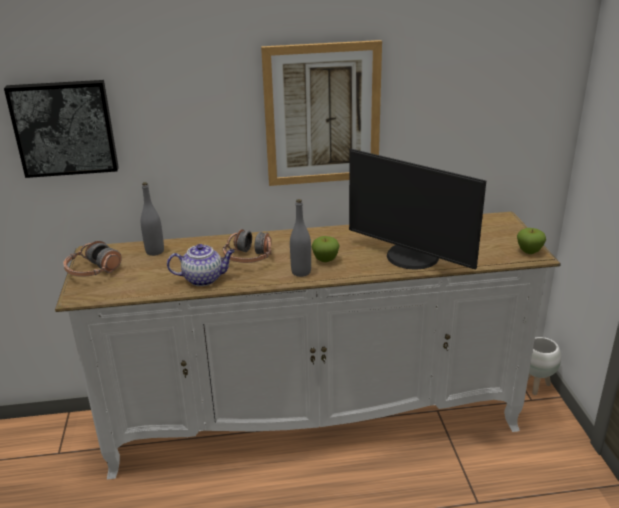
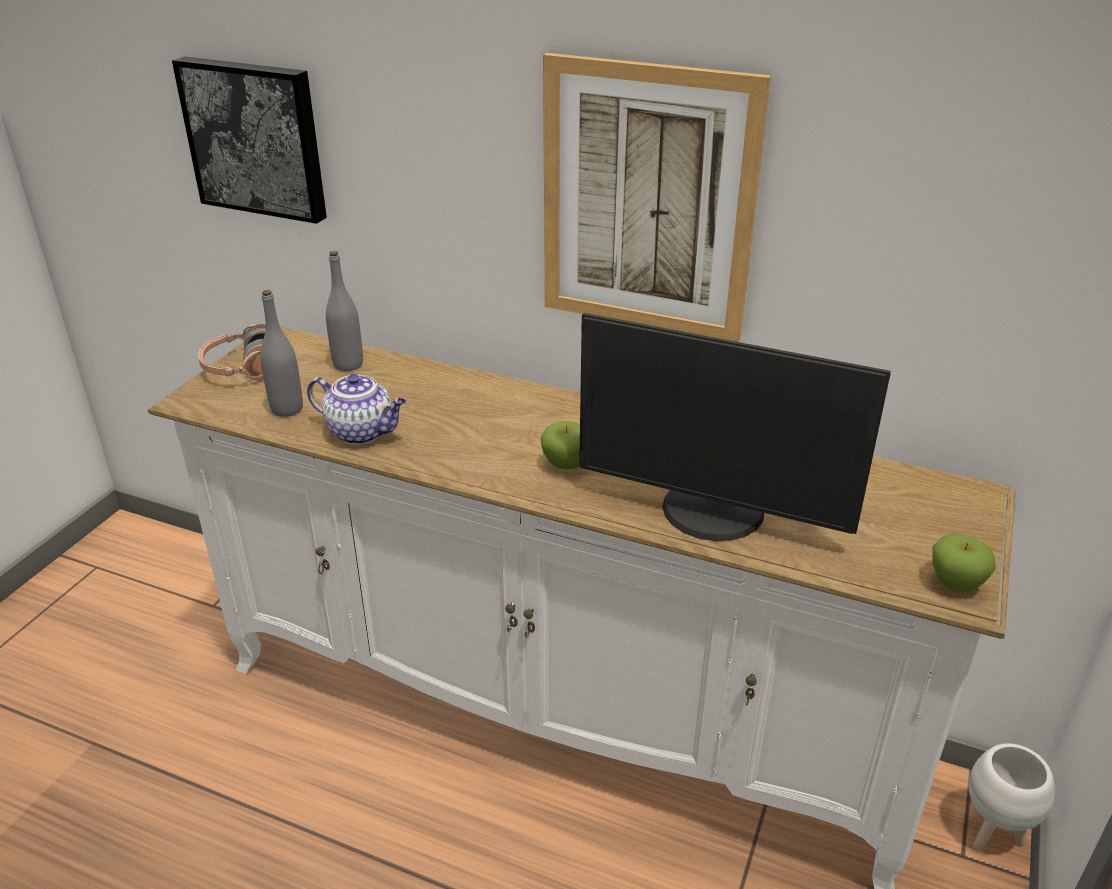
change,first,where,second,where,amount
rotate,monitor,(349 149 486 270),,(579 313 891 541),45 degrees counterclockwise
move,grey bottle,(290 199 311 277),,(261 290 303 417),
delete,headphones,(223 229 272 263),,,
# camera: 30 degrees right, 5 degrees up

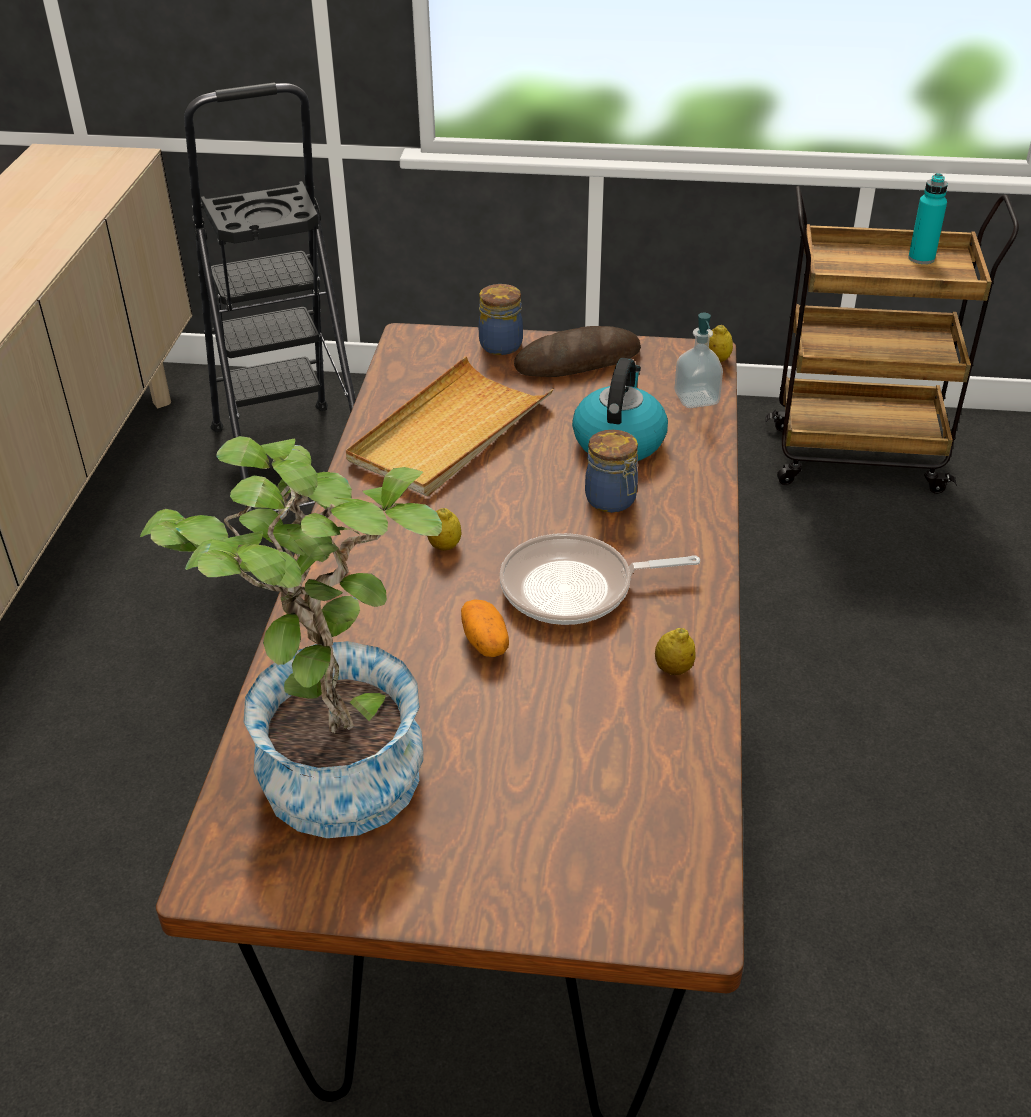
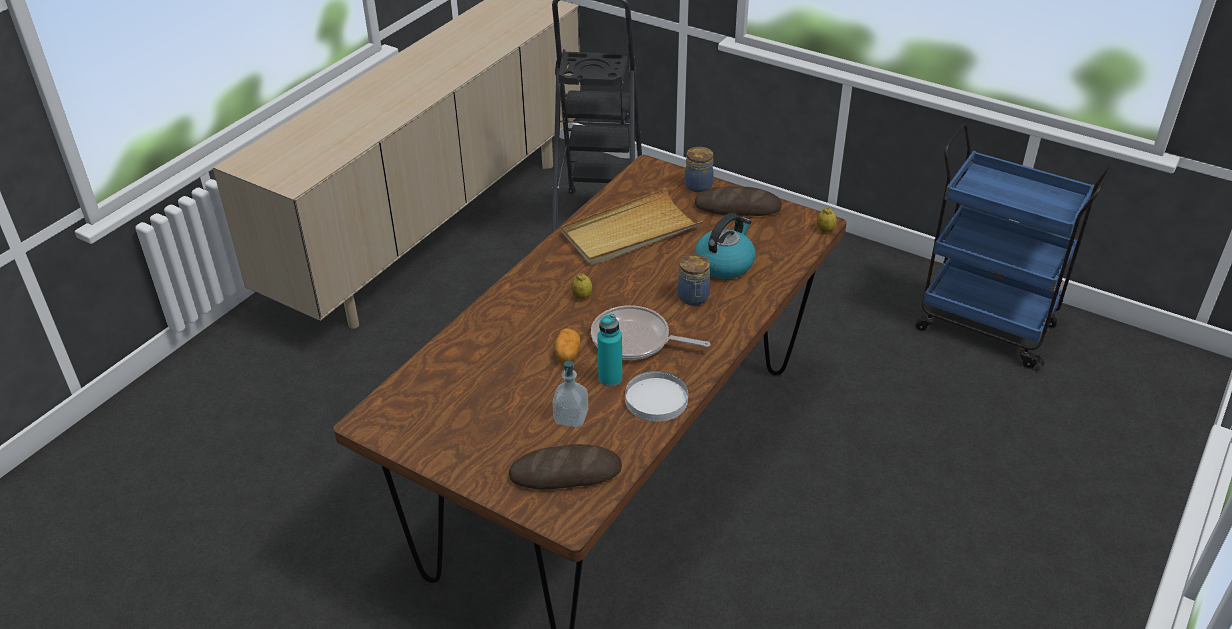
change,first,where,second,where,amount
move,turquoise bottle,(908 173 948 264),,(597 314 622 387),
recolor,brown cart,(766 186 1019 494),blue cart,(916 123 1114 369),
move,soap dispenser,(674 313 723 408),,(553 360 588 427),
delete,potted plant,(140 436 442 838),,,
replace,lemon,(655 628 696 675),white plate,(625 371 688 422),
insert,,,bread,(509 444 622 489),
# camera: 25 degrees right, 0 degrees up

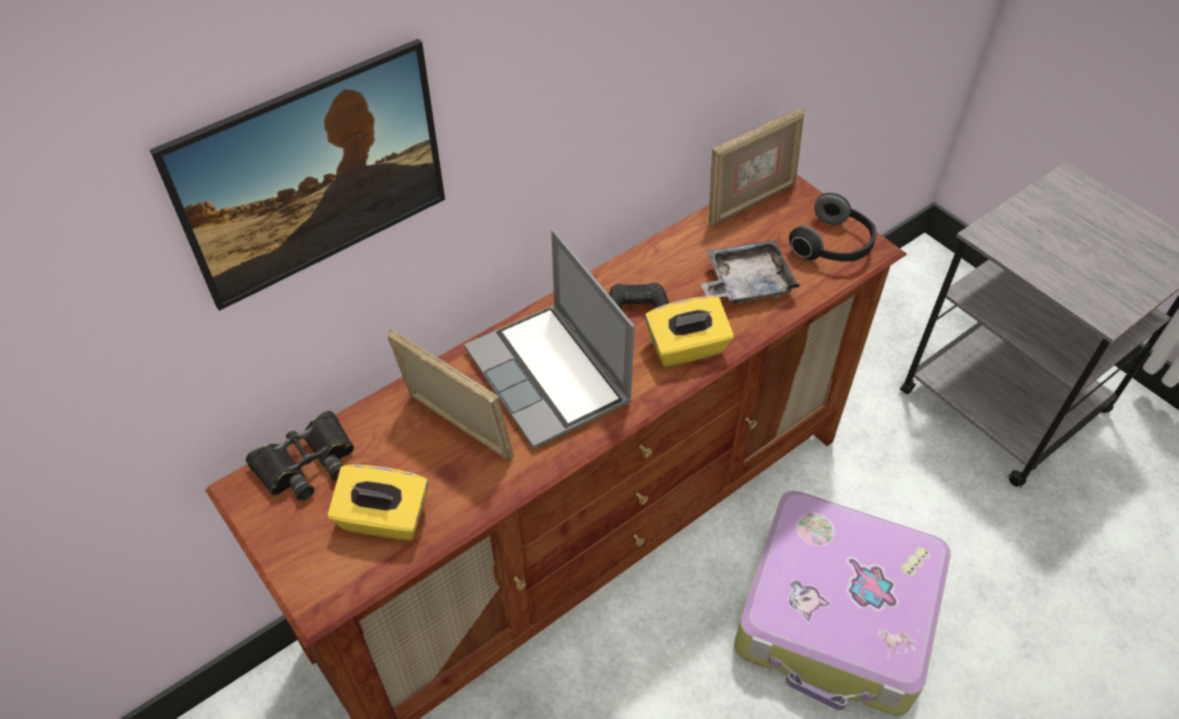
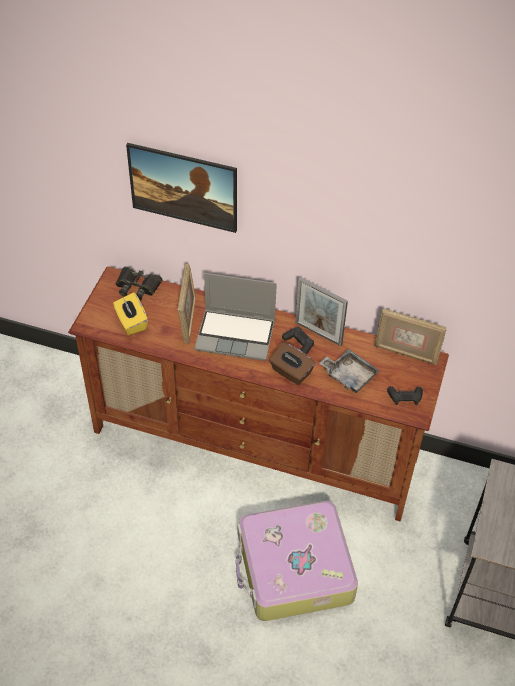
change,first,where,second,where,amount
replace,headphones,(789 193 876 262),black game controller,(387 386 423 405),
rotate,laptop,(464 229 635 449),,(194 273 277 361),105 degrees counterclockwise
recolor,yellow tissue box,(645 296 734 367),brown tissue box,(269 342 315 385),
insert,,,picture frame,(295 277 348 346),
# camera: 55 degrees right, 0 degrees up

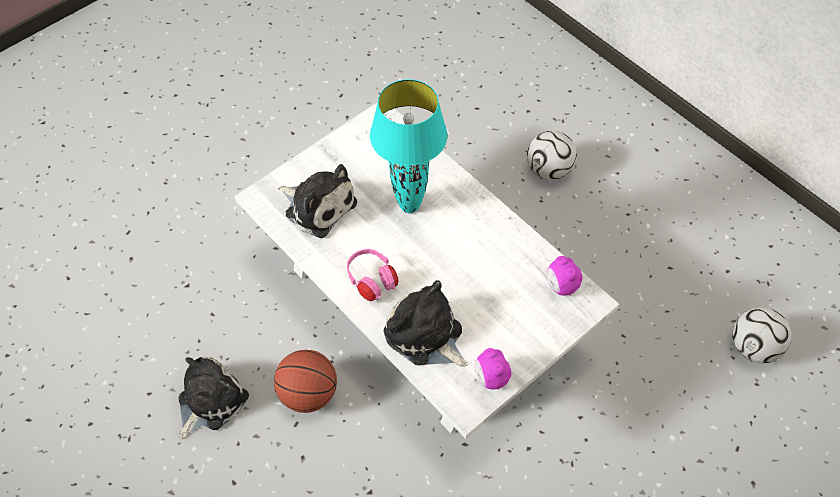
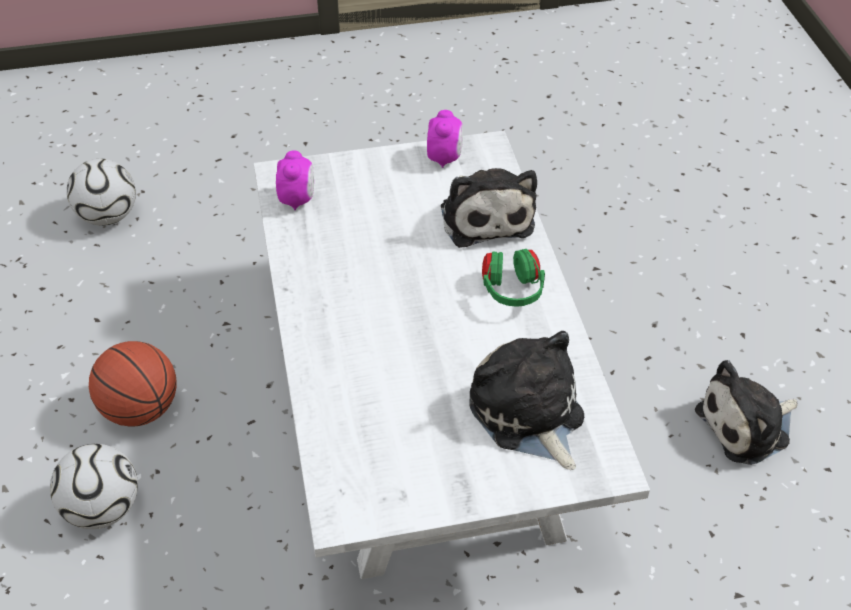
change,first,where,second,where,amount
delete,turquoise table lamp,(370 79 447 213),,,
recolor,pink headphones,(347 249 398 301),green headphones,(482 249 545 307),
move,basketball,(274 350 337 413),,(89 341 177 427),
# camera: 150 degrees left, 10 degrees down

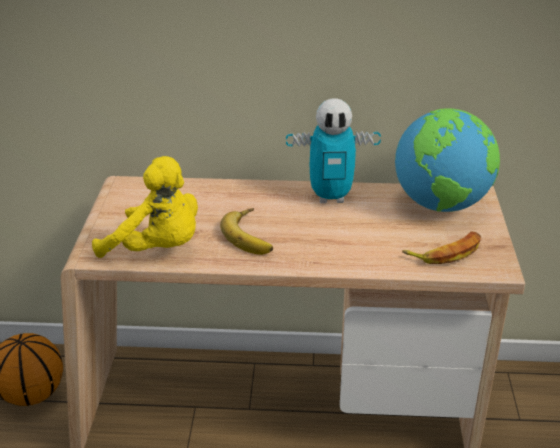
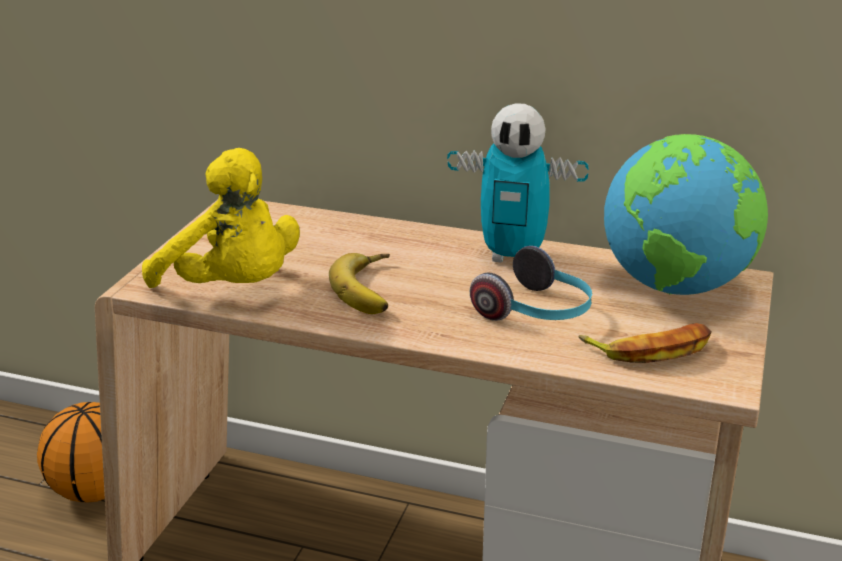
change,first,where,second,where,amount
insert,,,headphones,(470 246 592 321),
# camera: 15 degrees right, 5 degrees down

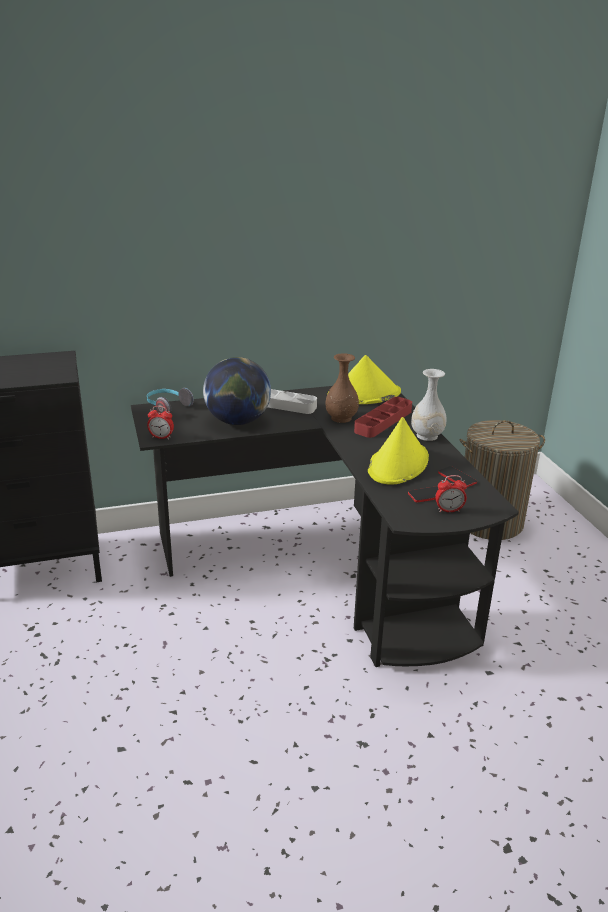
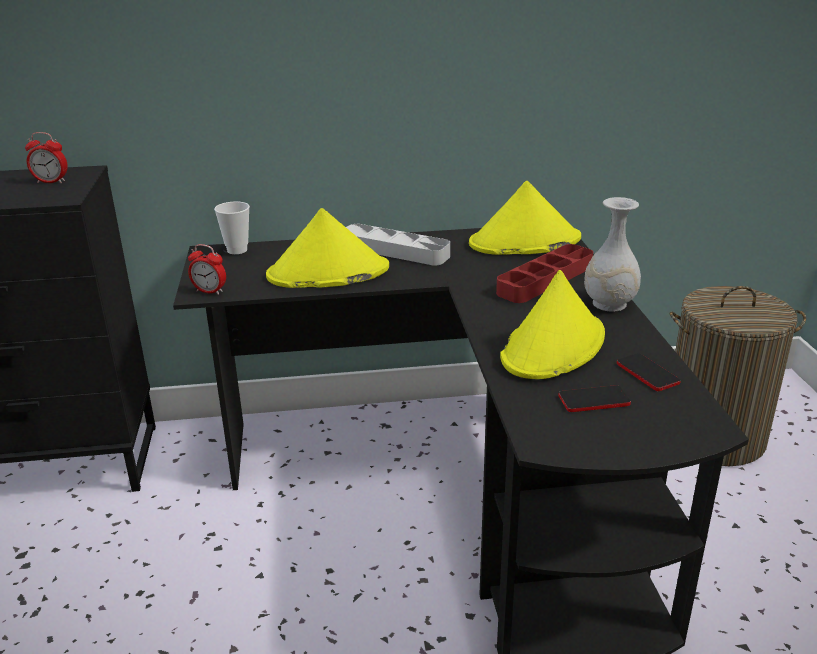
change,first,where,second,where,amount
delete,brown vase,(326 353 359 423),,,
replace,globe,(203 357 271 425),yellow hat,(266 208 389 288),
replace,headphones,(147 388 194 413),cup,(214 201 250 254),
move,alarm clock,(435 475 467 512),,(25 132 68 183),
# camera: 10 degrees right, 0 degrees up

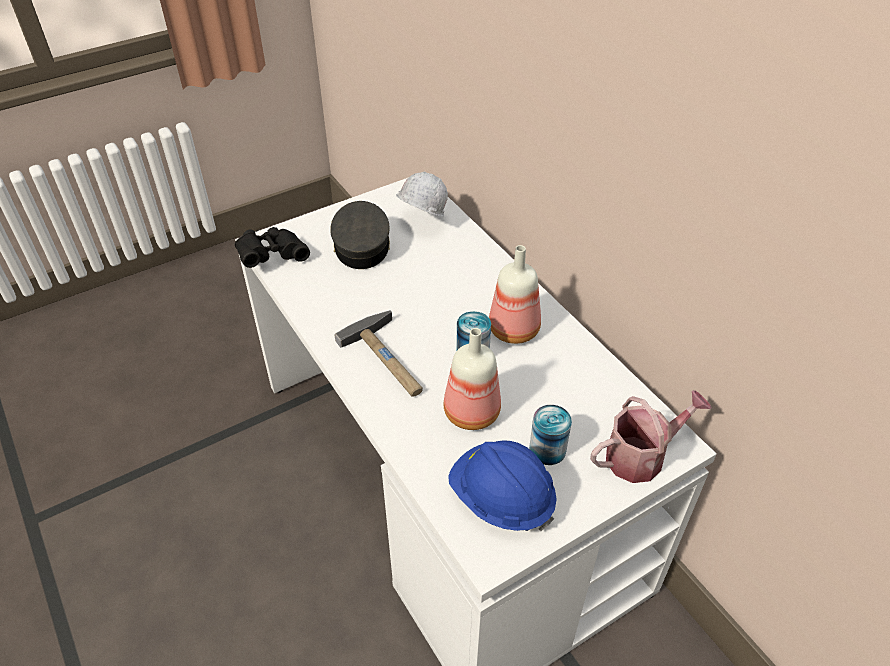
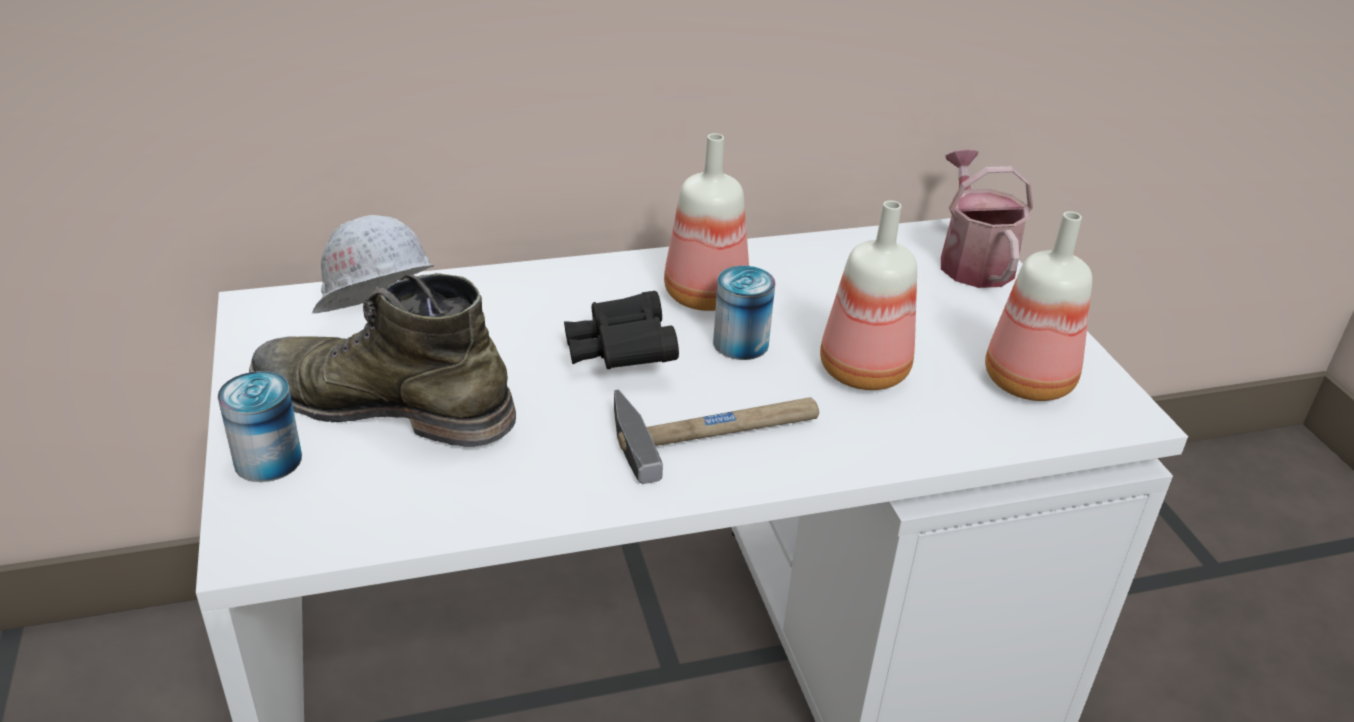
change,first,where,second,where,amount
replace,grey cap,(330 201 390 269),green boot,(249 273 516 447),
move,black binoculars,(235 227 310 268),,(564 291 679 369),
move,can,(529 405 572 465),,(218 371 302 482),
replace,blue hard hat,(448 440 557 531),bottle,(985 211 1092 401),
# camera: 75 degrees left, 10 degrees down

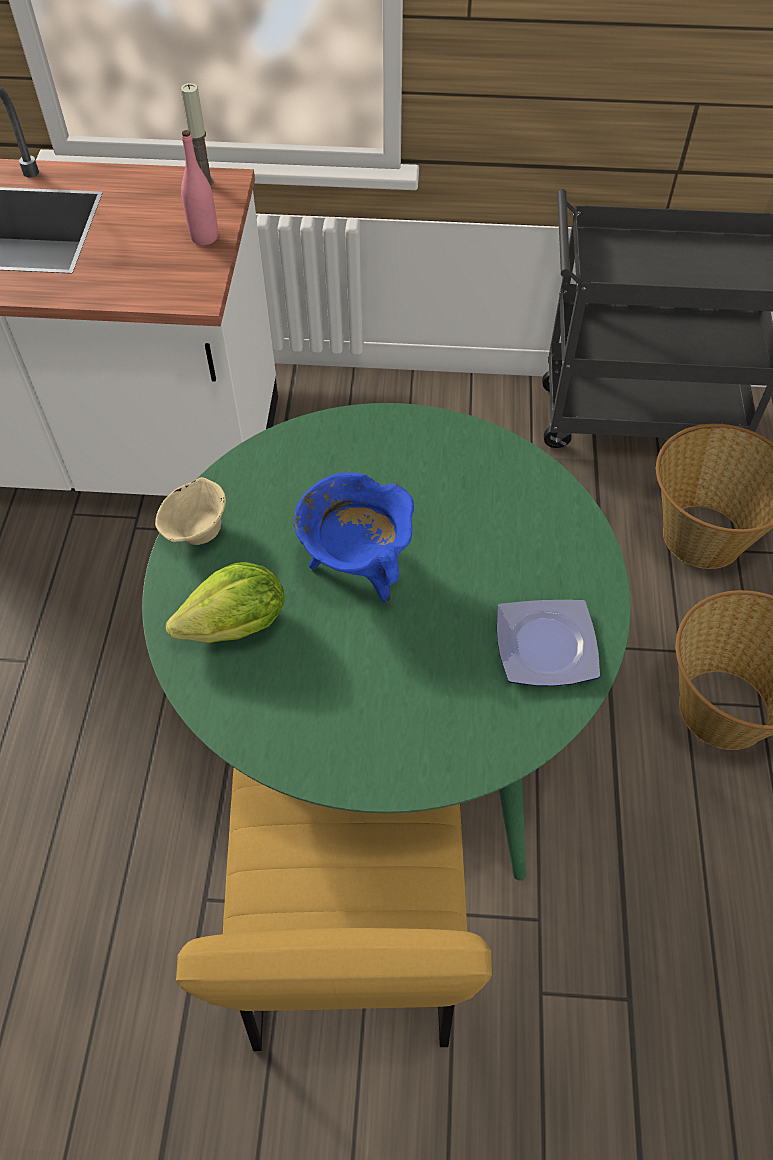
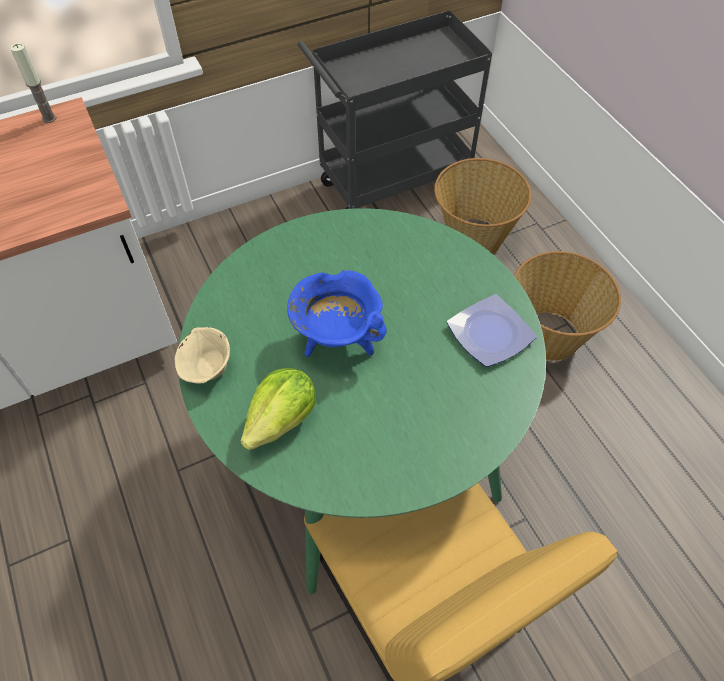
change,first,where,second,where,amount
delete,pink bottle,(181 130 218 245),,,
# camera: 30 degrees left, 0 degrees up

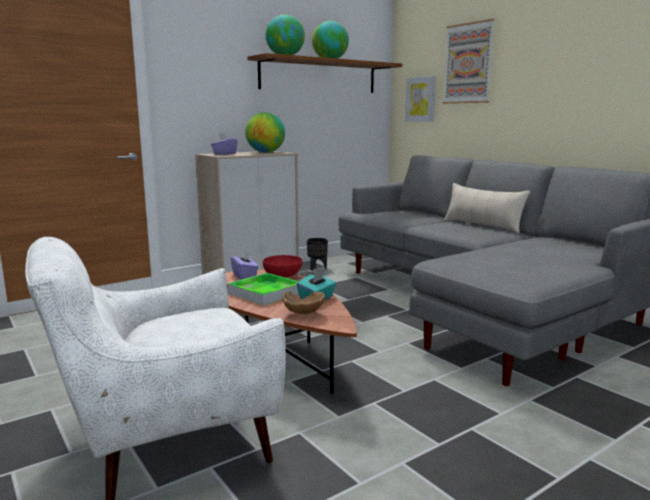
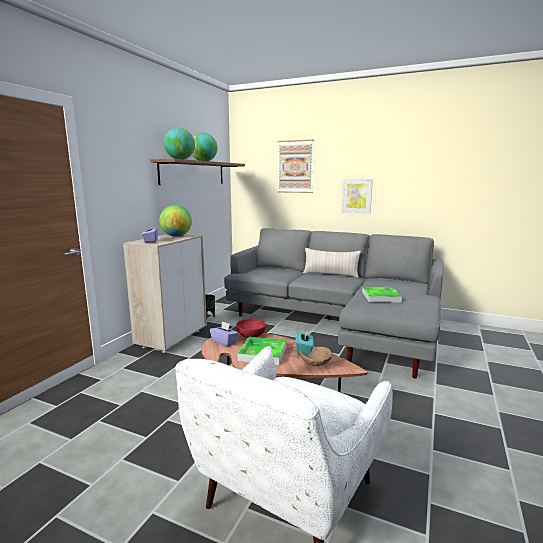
change,first,where,second,where,amount
move,picture,(405 76 436 122),,(342 179 373 213),
insert,,,tray,(362 287 402 303),
# camera: 30 degrees left, 0 degrees up

